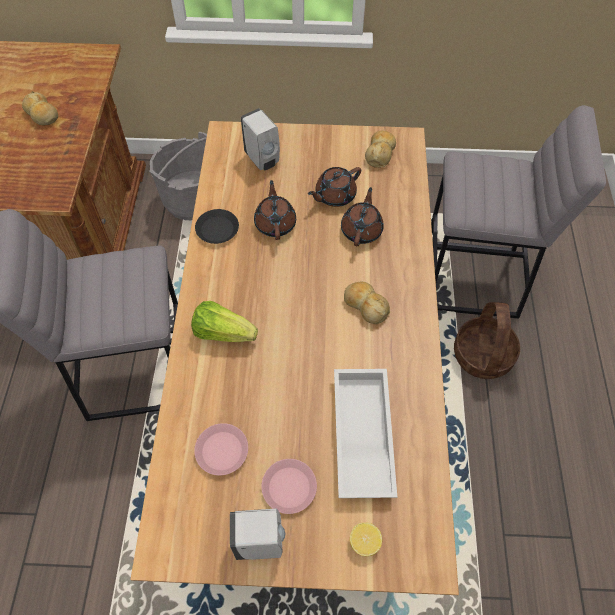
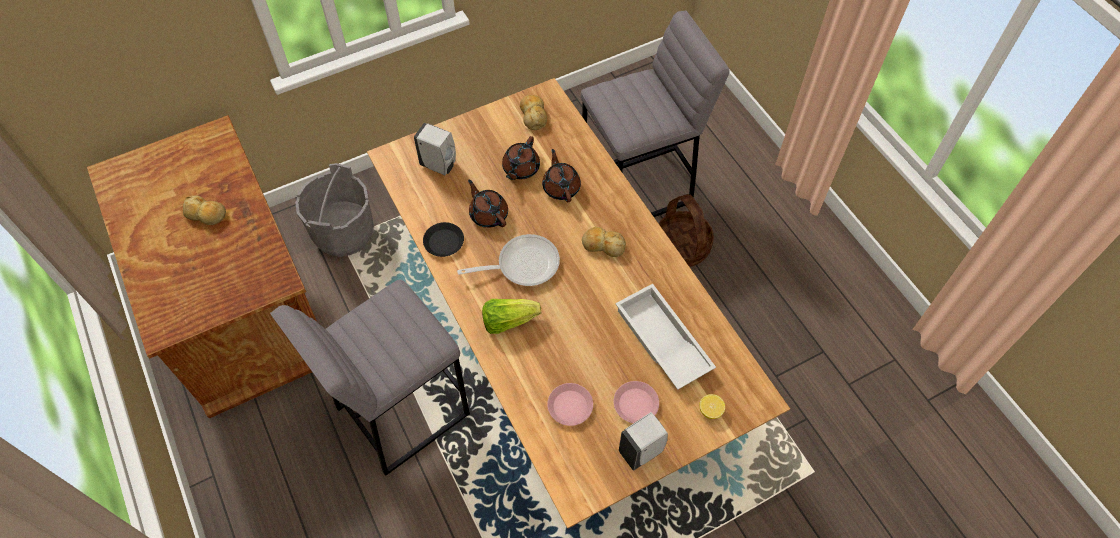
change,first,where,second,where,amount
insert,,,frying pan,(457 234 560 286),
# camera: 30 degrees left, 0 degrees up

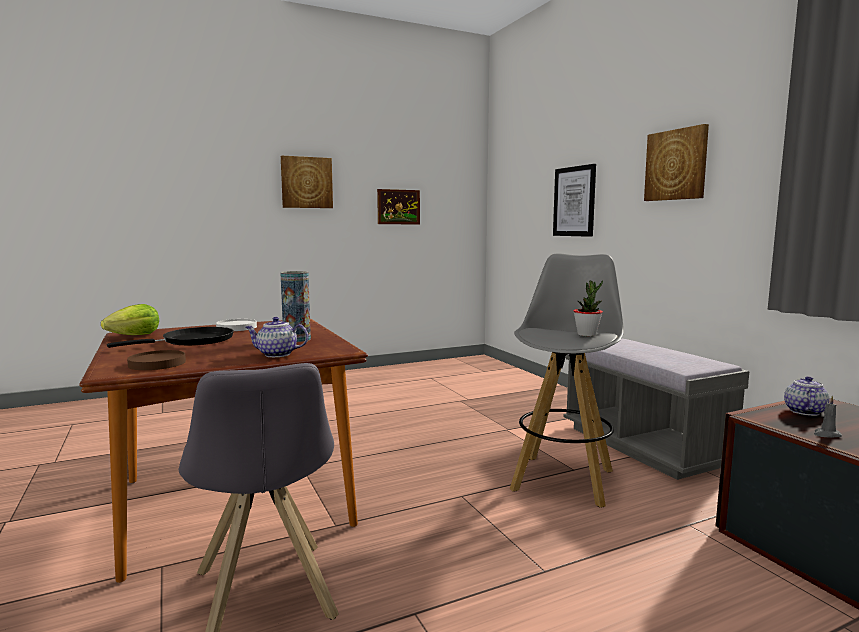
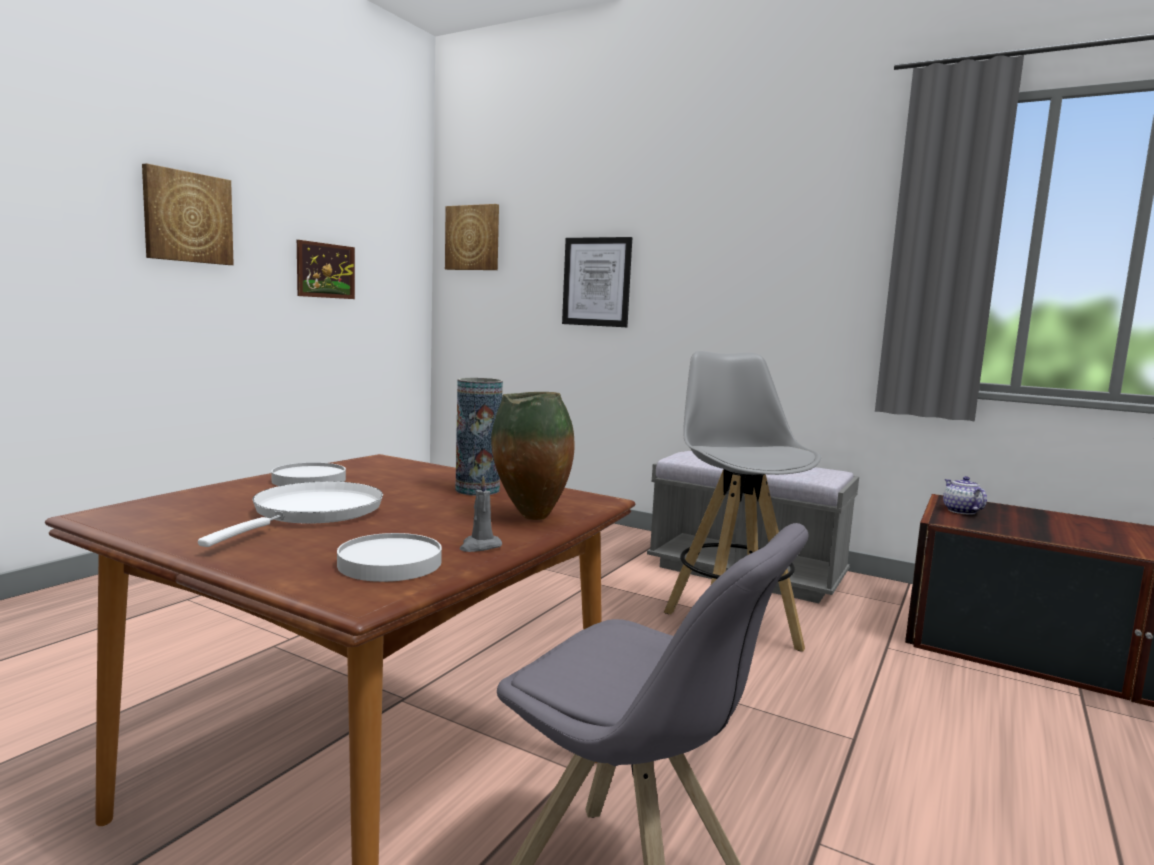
change,first,where,second,where,amount
move,picture,(644 124 709 201),,(445 204 499 270),
delete,potted plant,(573 280 603 336),,,
delete,lettuce,(101 304 159 335),,,
replace,teapot,(245 317 308 357),vase,(491 392 574 520),
recolor,black frying pan,(107 327 234 348),white frying pan,(198 481 383 547),
recolor,brown plate,(127 350 186 370),white plate,(337 533 442 582),
move,grey candle,(814 396 842 438),,(459 476 502 552),
# camera: 35 degrees left, 0 degrees up

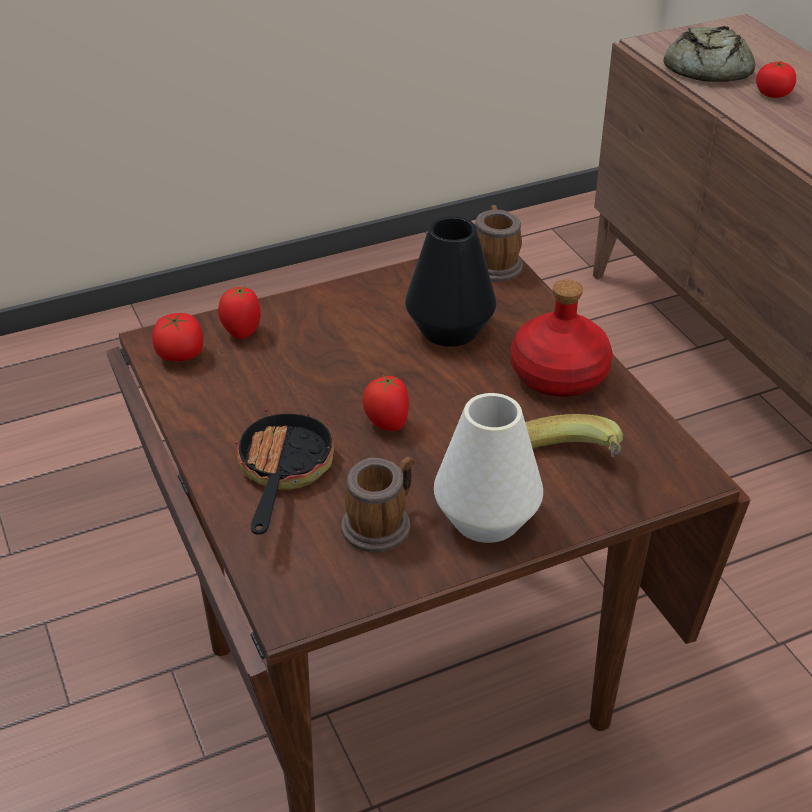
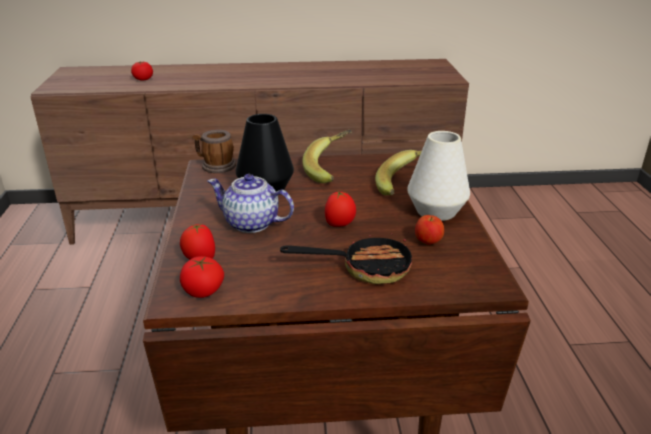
change,first,where,second,where,amount
delete,bread,(663 26 755 82),,,
replace,red bottle,(511 279 613 397),banana,(302 130 352 183),
rotate,frying pan,(235 397 334 535),,(280 232 412 284),150 degrees clockwise
replace,mug,(341 456 414 553),apple,(415 215 444 245),
insert,,,teapot,(207 174 294 233),
# camera: 70 degrees left, 10 degrees down

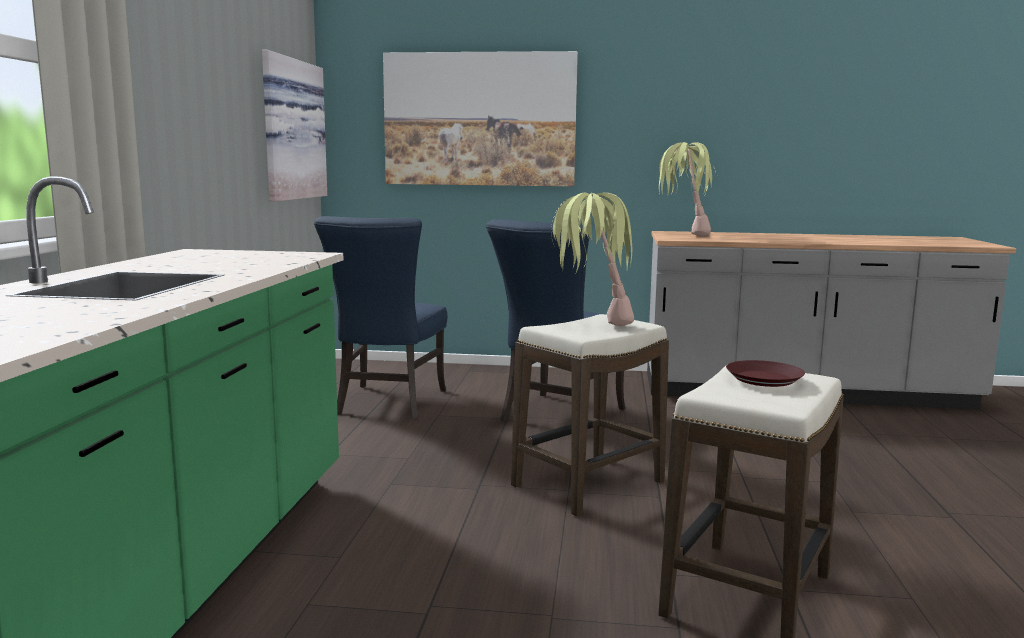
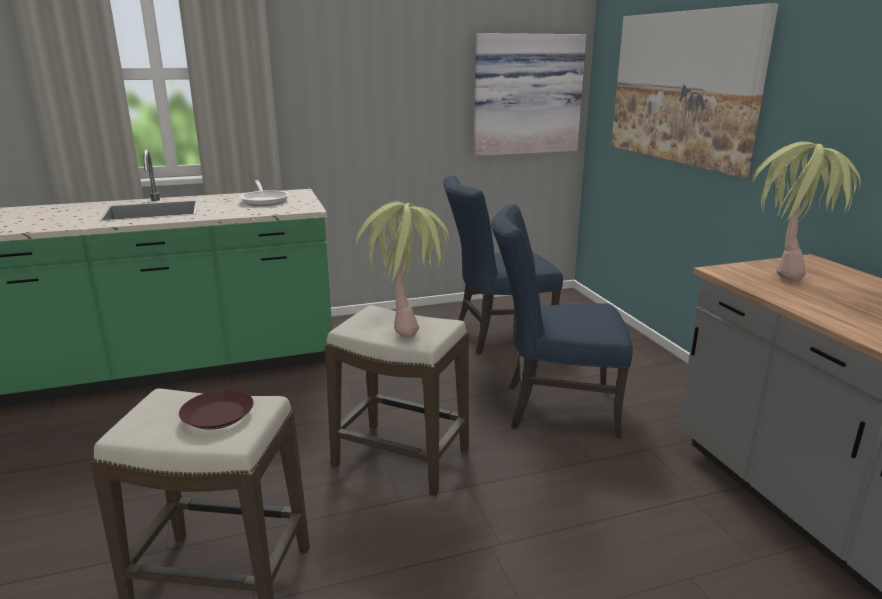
change,first,where,second,where,amount
insert,,,frying pan,(240 180 289 206),
# camera: 65 degrees right, 10 degrees up

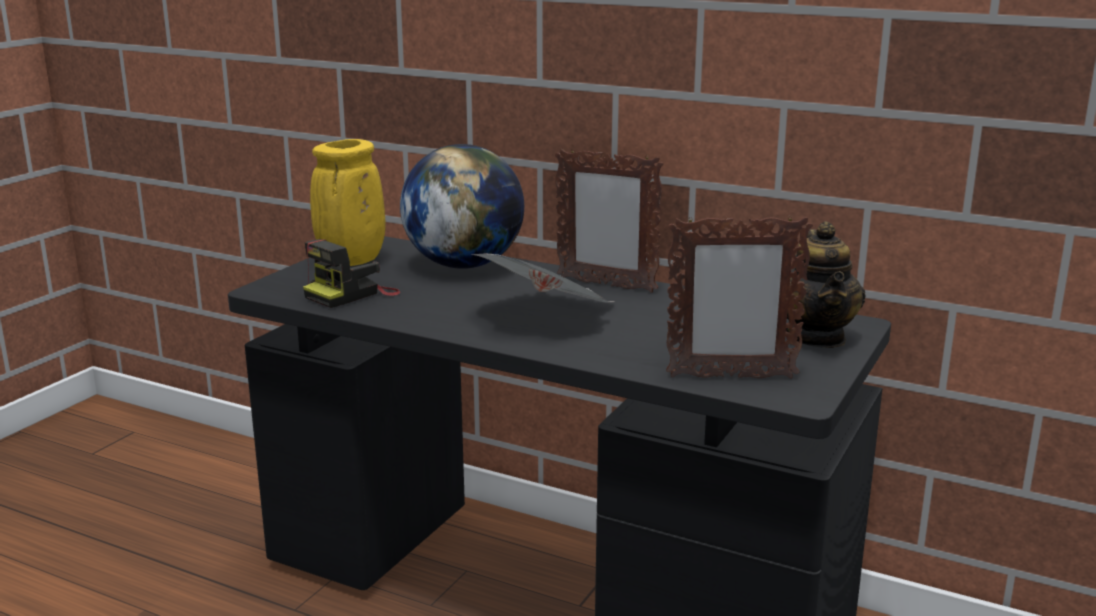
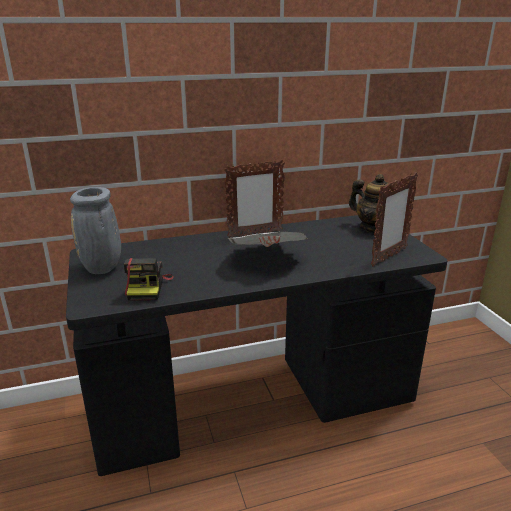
change,first,where,second,where,amount
recolor,yellow vase,(310 139 385 266),grey vase,(70 187 121 274),
delete,globe,(400 144 524 269),,,
# camera: 45 degrees left, 5 degrees up

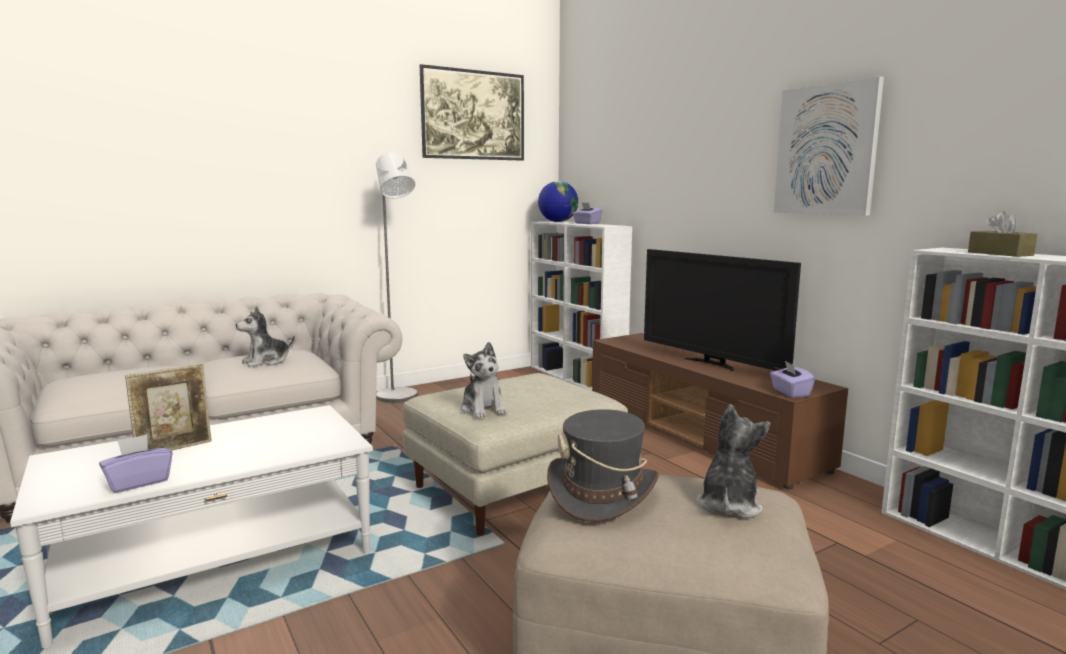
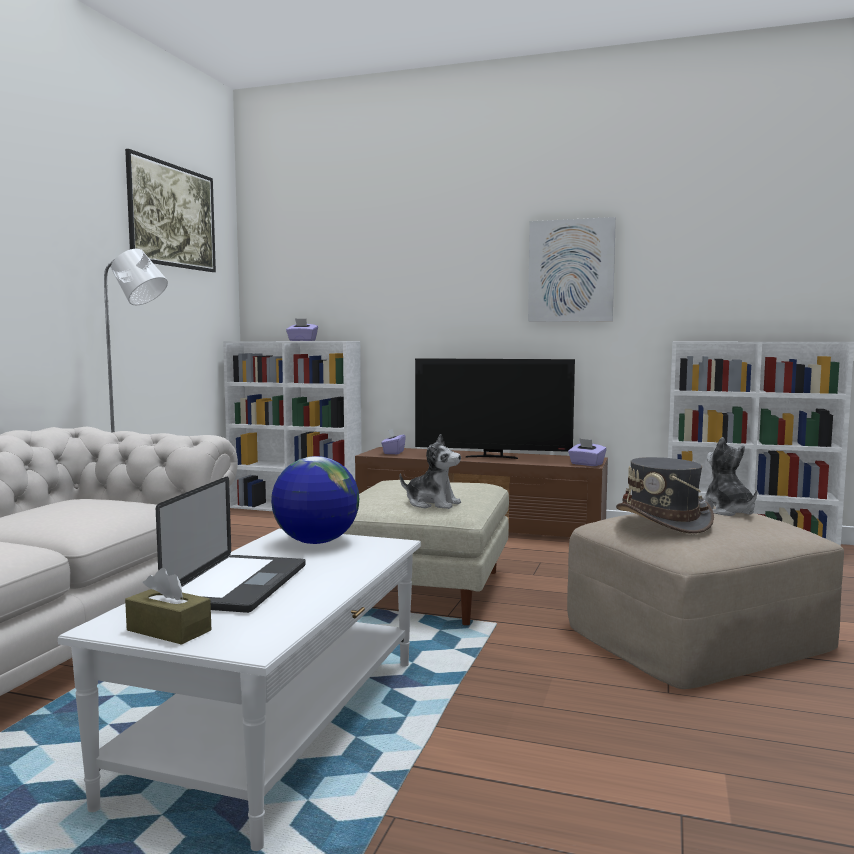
change,first,where,second,where,amount
move,globe,(538 181 578 222),,(271 456 360 544),
move,brown tissue box,(968 211 1037 257),,(125 568 211 645),
delete,plush toy,(236 307 295 367),,,
replace,picture frame,(125 364 212 450),laptop,(156 476 306 613),
move,purple tissue box,(99 434 172 493),,(381 429 406 454),
# camera: 40 degrees left, 5 degrees down

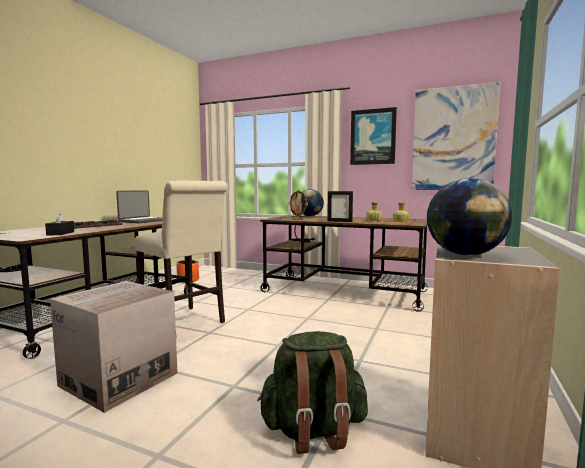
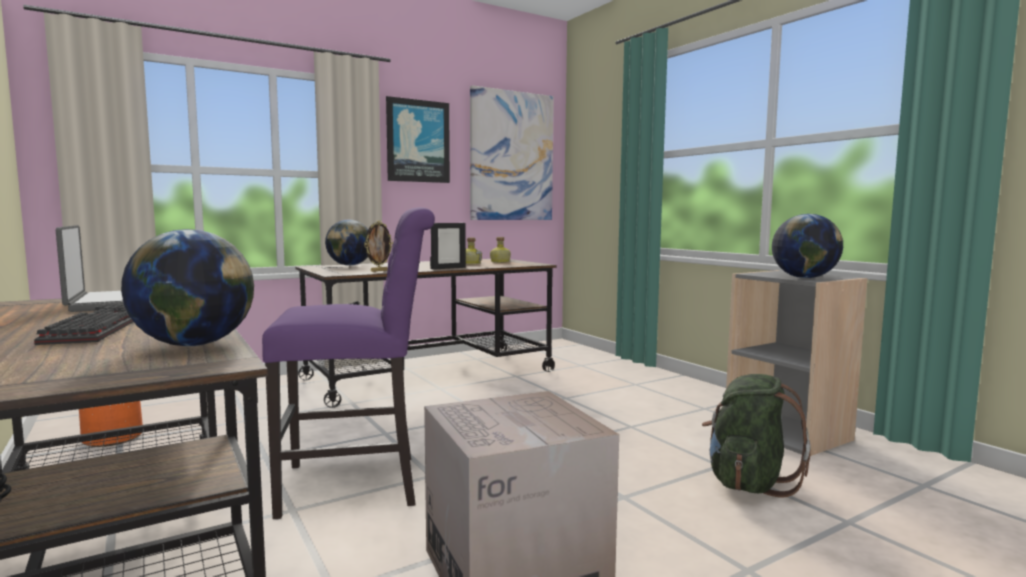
change,first,where,second,where,amount
recolor,beige stool,(135 180 228 323),purple stool,(262 207 435 520),
replace,black tissue box,(45 211 74 235),globe,(121 229 254 346),
# camera: 55 degrees left, 0 degrees up

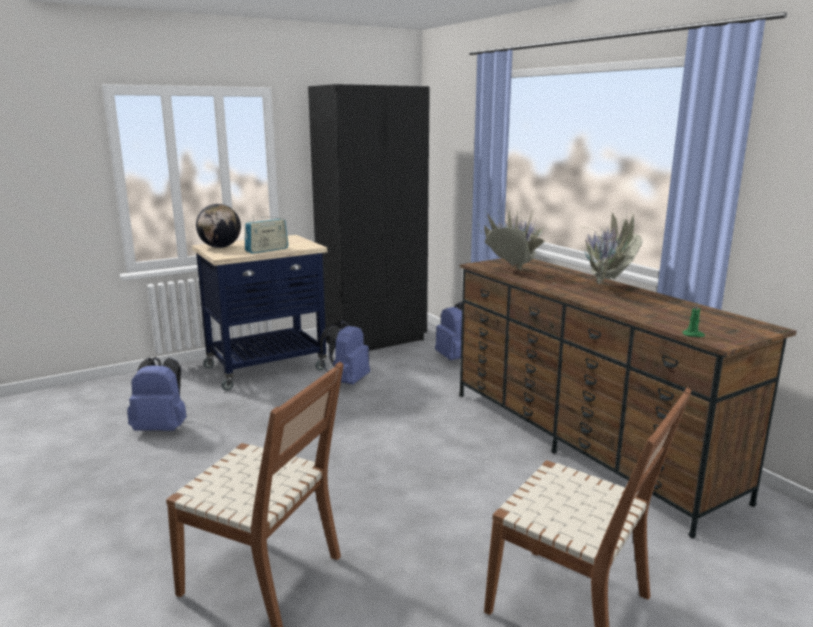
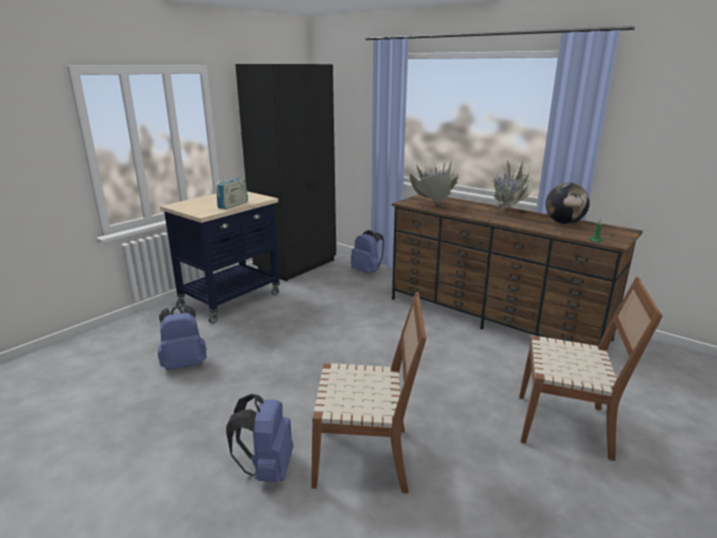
change,first,where,second,where,amount
move,globe,(196 204 241 248),,(546 183 590 224),
move,blue backpack,(320 320 370 385),,(226 394 293 482),
# camera: 20 degrees left, 5 degrees up

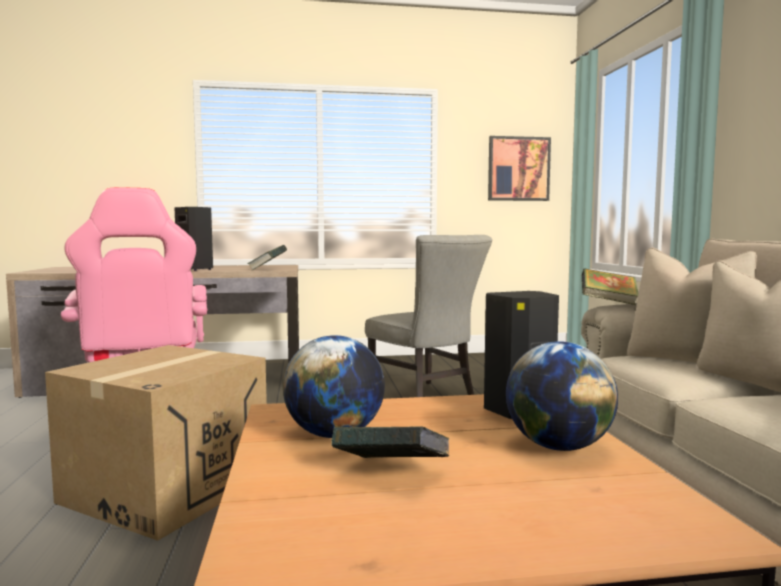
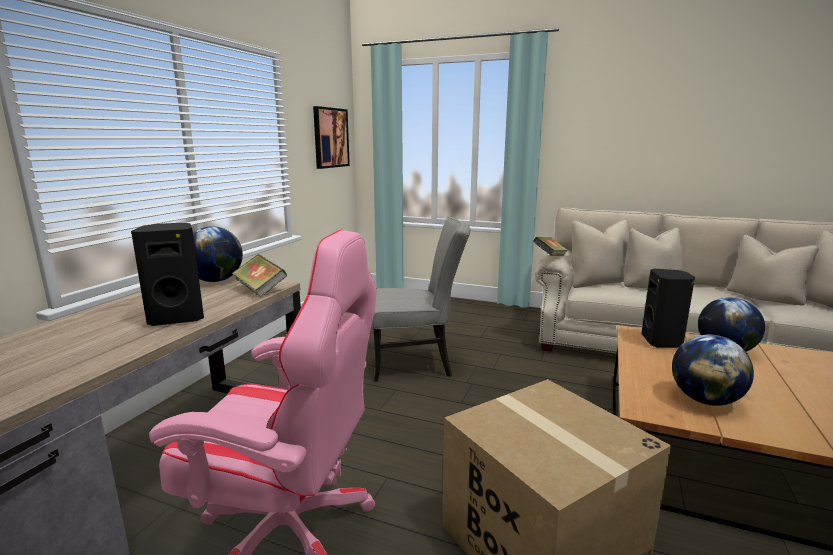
change,first,where,second,where,amount
delete,book,(331 426 449 458),,,
insert,,,globe,(193 226 243 282),
# camera: 60 degrees left, 10 degrees up

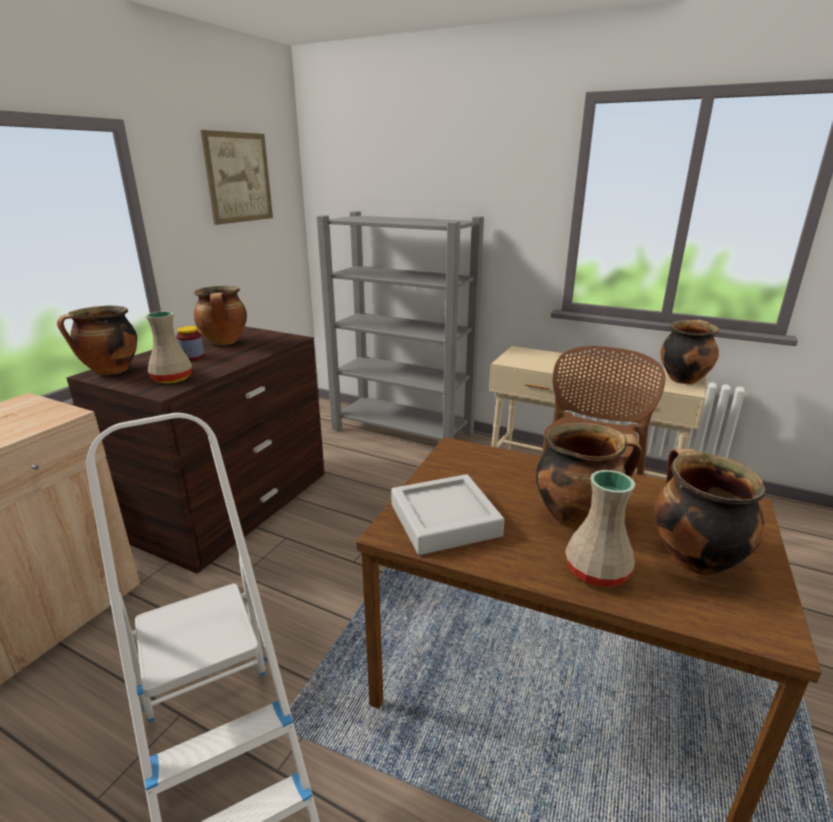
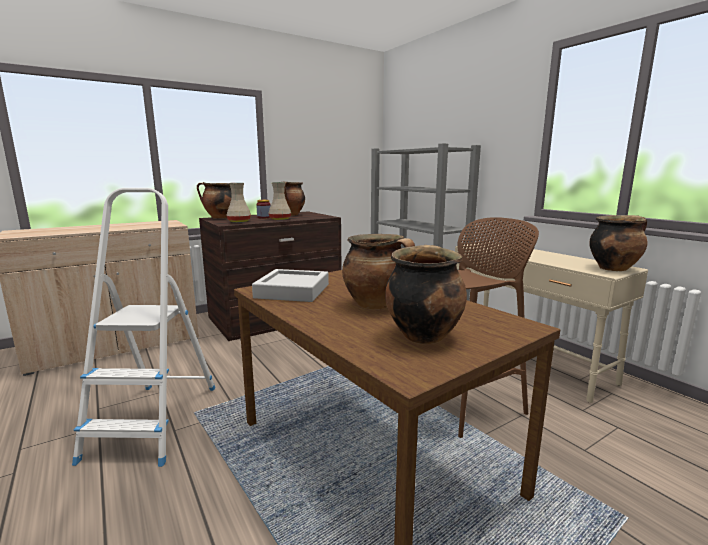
change,first,where,second,where,amount
delete,picture,(201 130 273 225),,,
move,beige vase,(565 470 635 587),,(268 182 291 220),
# camera: 30 degrees right, 10 degrees down

